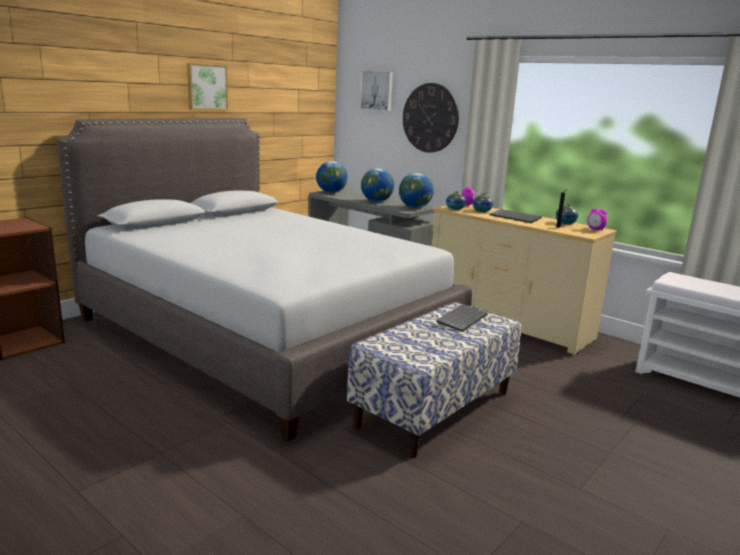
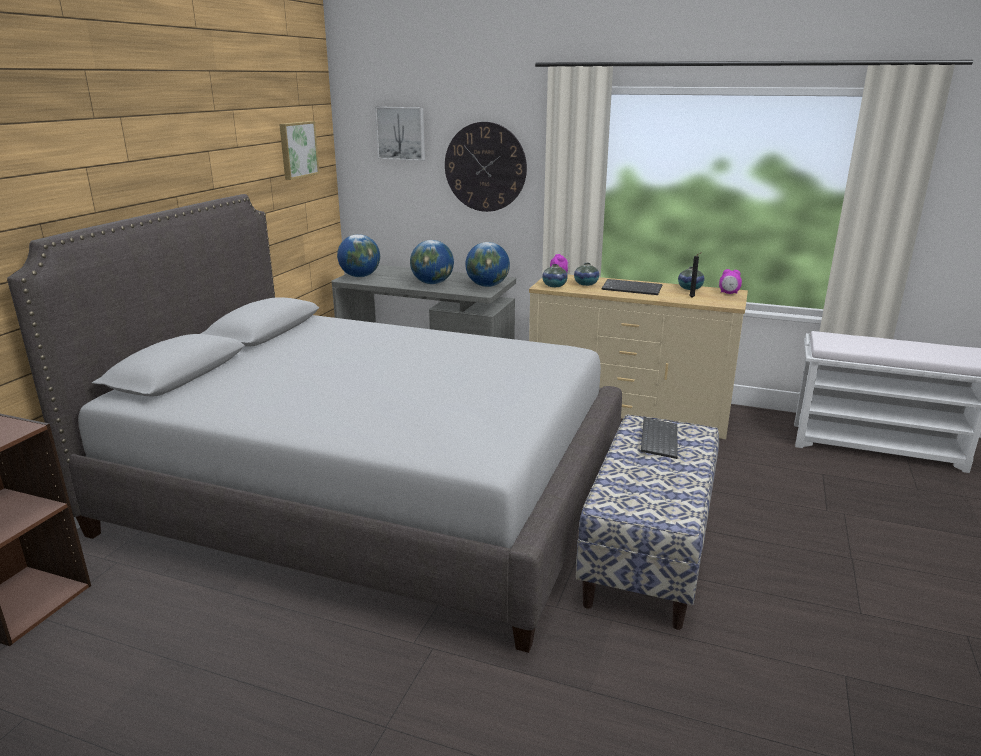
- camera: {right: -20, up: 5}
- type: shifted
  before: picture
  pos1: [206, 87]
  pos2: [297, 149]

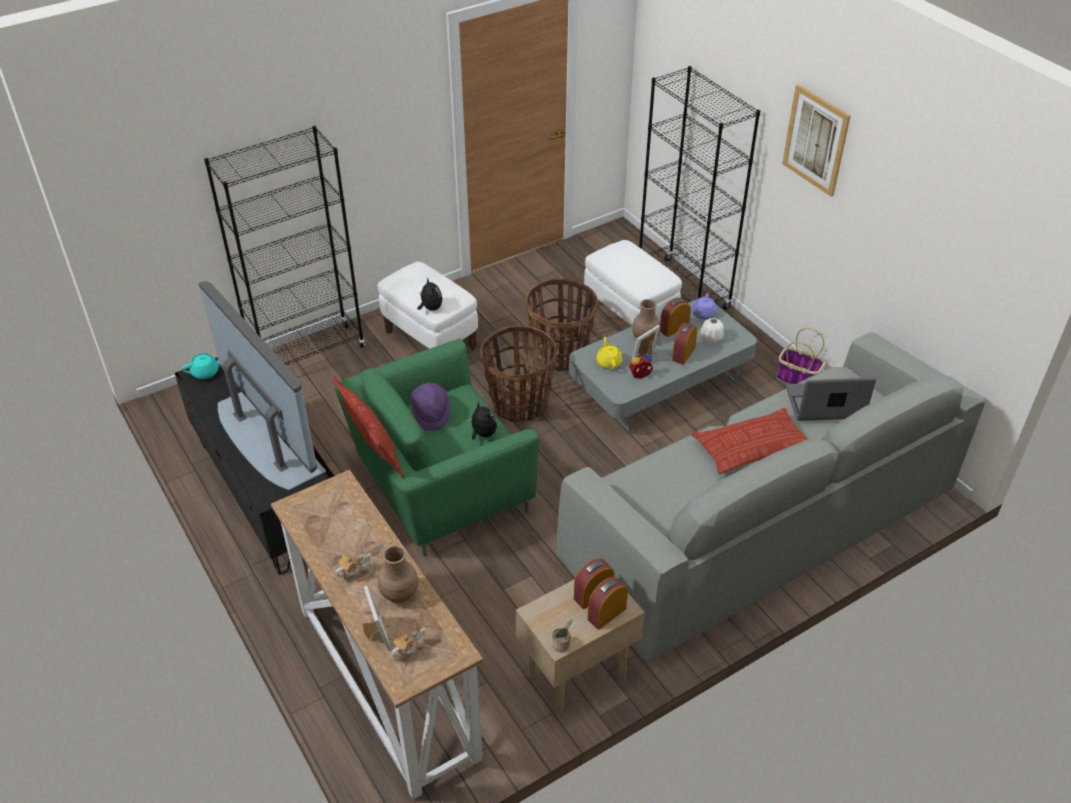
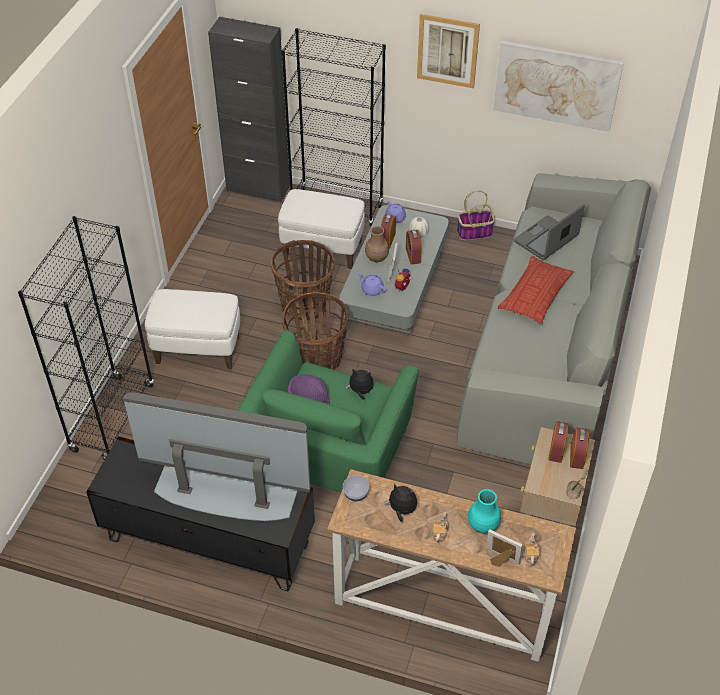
- camera: {right: -40, up: 5}
- type: gone
  before: turquoise pot for tea
  pos1: [206, 372]
- type: gone
  before: cushion
  pos1: [372, 446]
- type: repainted
  before: brown-coloured decorative vase
  after: turquoise decorative vase
  pos1: [399, 593]
  pos2: [482, 525]
- type: shifted
  before: soft toy
  pos1: [430, 308]
  pos2: [401, 510]
- type: repainted
  before: yellowish pot for tea
  after: purple-coloured pot for tea
  pos1: [608, 362]
  pos2: [371, 289]
- type: new
  after: black storage cabinet
  pos2: [258, 188]
- type: new
  after: deep dish
  pos2: [356, 494]
- type: new
  after: picture
  pos2: [556, 85]

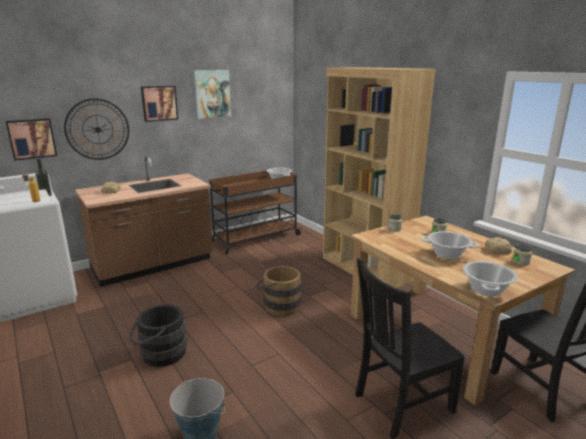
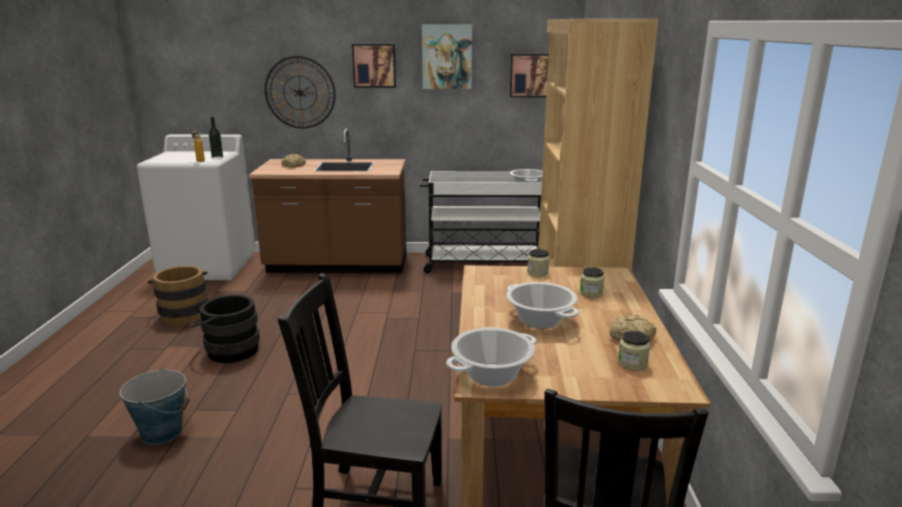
- camera: {right: 35, up: 0}
- type: shifted
  before: picture
  pos1: [31, 138]
  pos2: [531, 75]
- type: repainted
  before: brown-coloured cart
  after: whitish cart
  pos1: [254, 238]
  pos2: [483, 264]
- type: shifted
  before: brown-coloured bucket
  pos1: [279, 305]
  pos2: [184, 313]

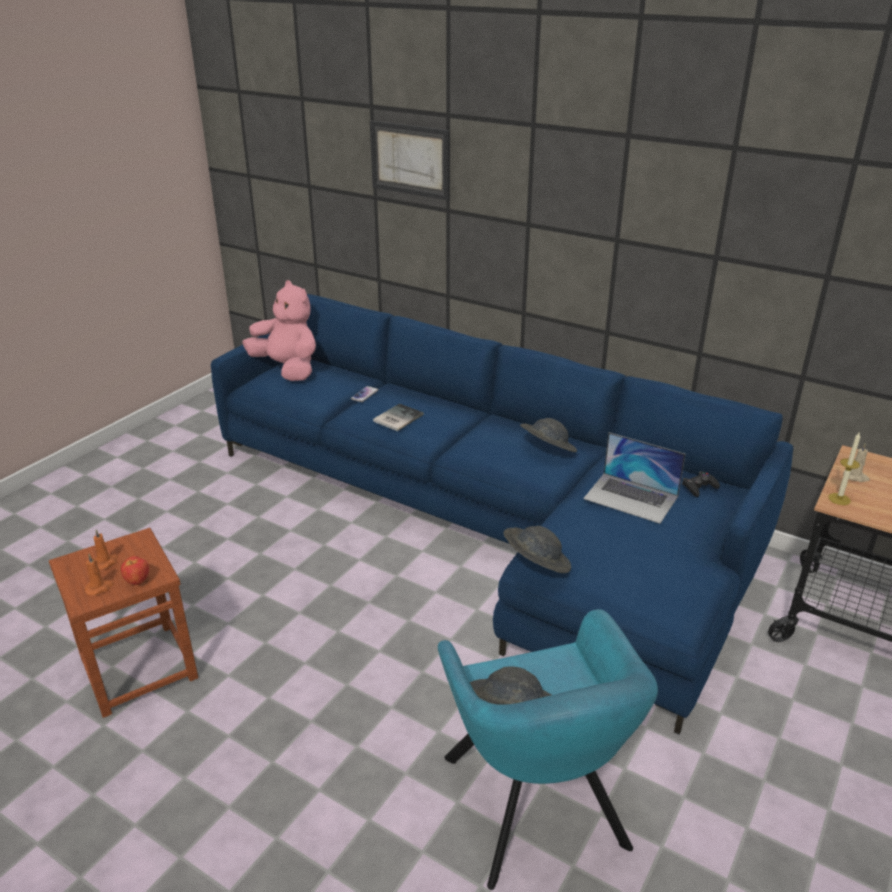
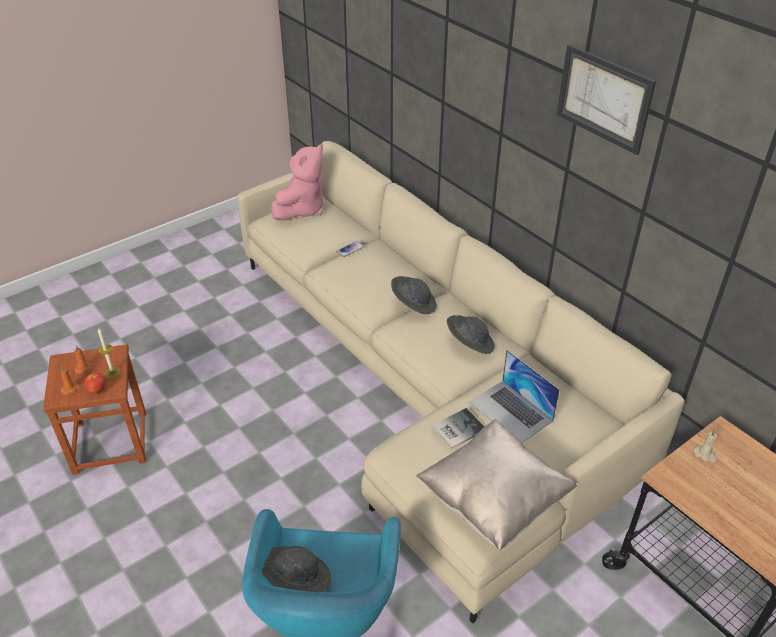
- camera: {right: 20, up: 10}
- type: repainted
  before: bluish couch
  after: sand-coloured couch
  pos1: [489, 522]
  pos2: [426, 384]
- type: rotated
  before: pinkish soft toy
  pos1: [287, 369]
  pos2: [302, 209]
  turn: 60
- type: shifted
  before: picture
  pos1: [410, 159]
  pos2: [604, 98]
- type: shifted
  before: volume
  pos1: [396, 418]
  pos2: [456, 428]
- type: shifted
  before: greyish clothing hat
  pos1: [535, 564]
  pos2: [413, 304]
- type: gone
  before: black game controller
  pos1: [699, 487]
- type: shifted
  before: wax light
  pos1: [839, 499]
  pos2: [112, 372]
- type: new
  after: sand-coloured cushion
  pos2: [493, 501]

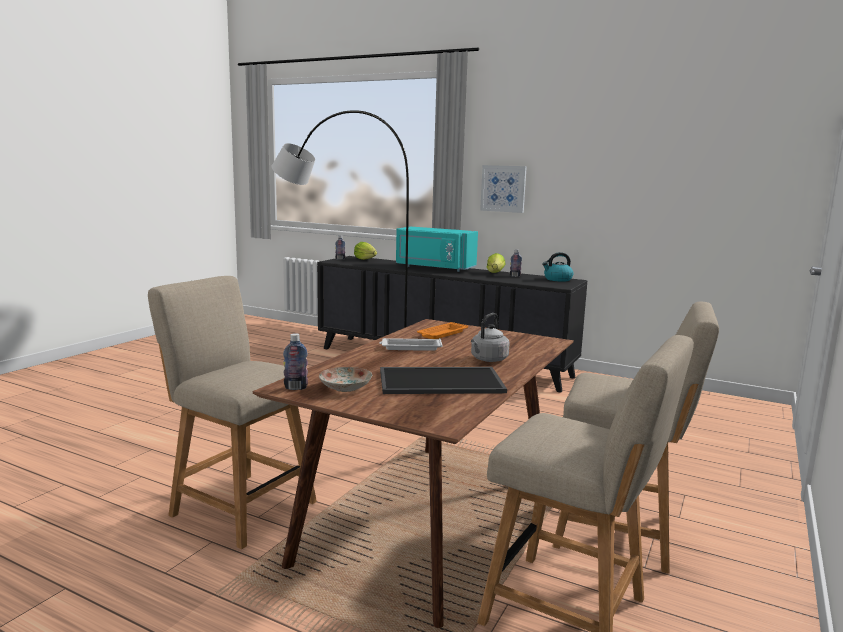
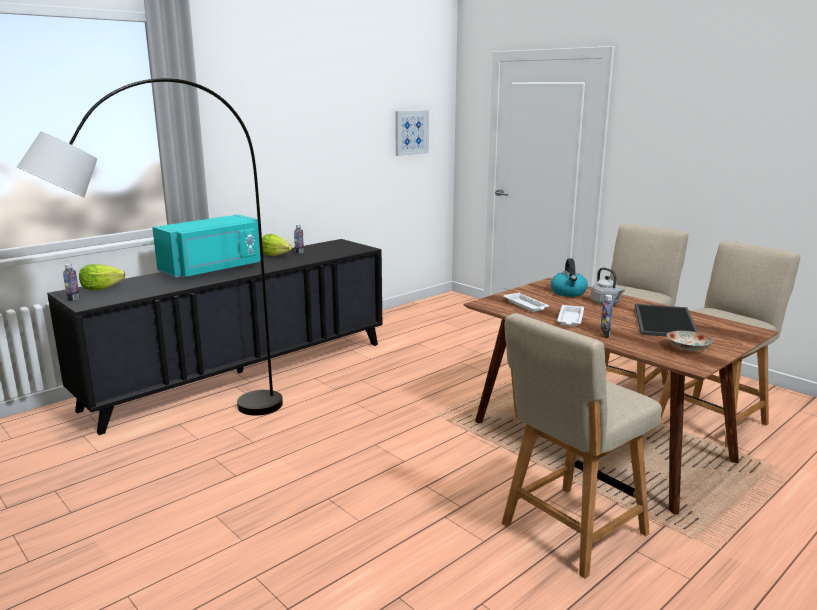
- camera: {right: -70, up: 5}
- type: shifted
  before: bottle
  pos1: [296, 388]
  pos2: [604, 335]
- type: repainted
  before: orangey carrying tray
  after: whitish carrying tray
  pos1: [441, 334]
  pos2: [526, 305]
- type: shifted
  before: picture
  pos1: [503, 188]
  pos2: [411, 132]
- type: shifted
  before: kettle
  pos1: [557, 279]
  pos2: [568, 292]

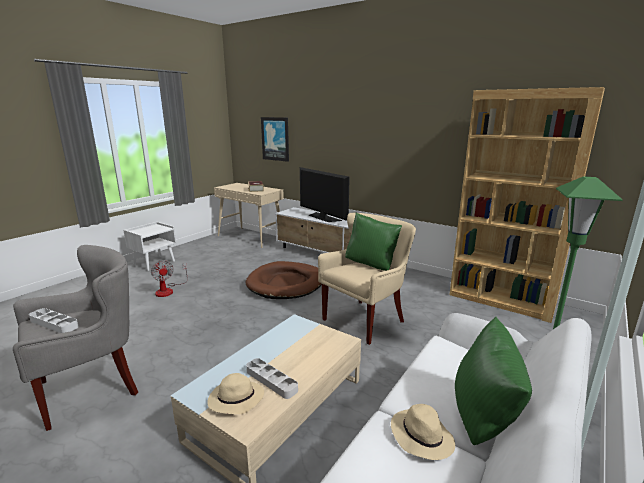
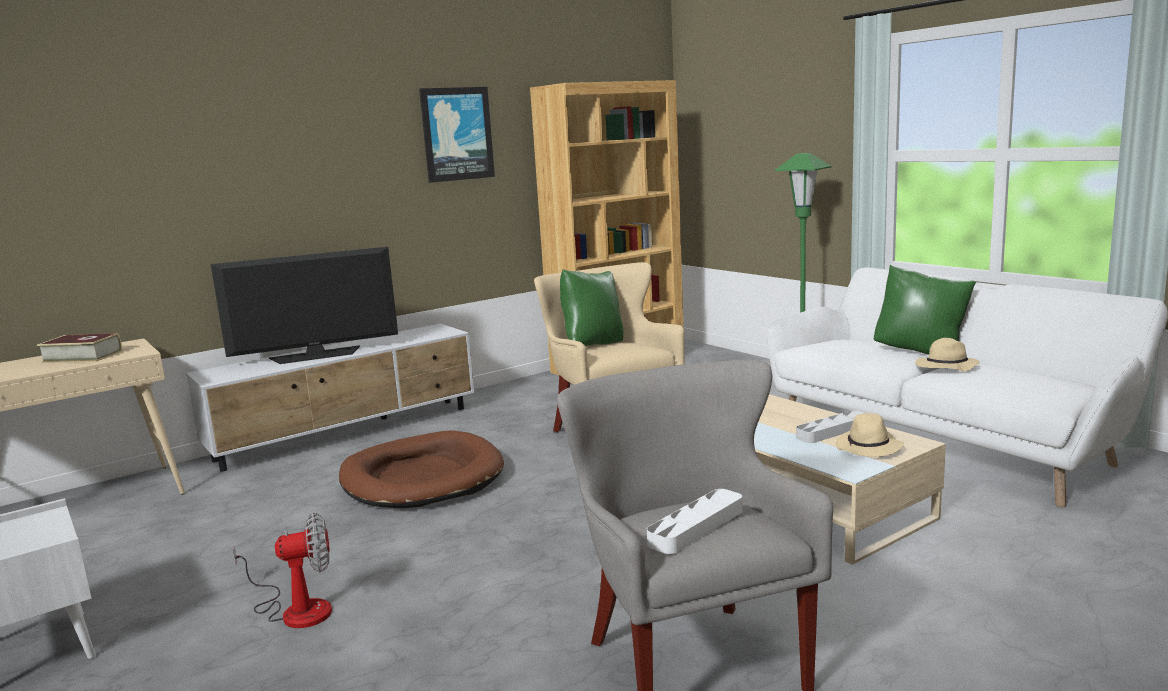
- camera: {right: -70, up: -5}
- type: shifted
  before: picture
  pos1: [275, 139]
  pos2: [457, 134]

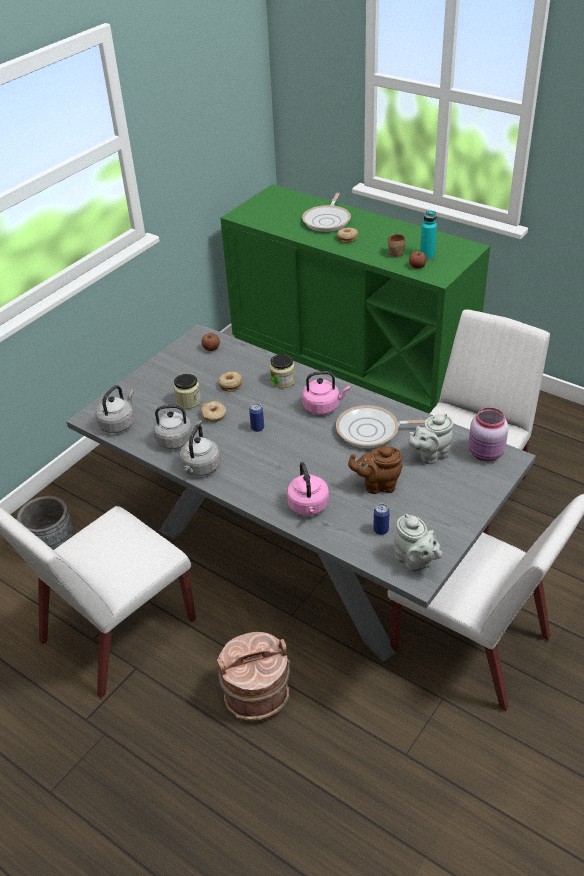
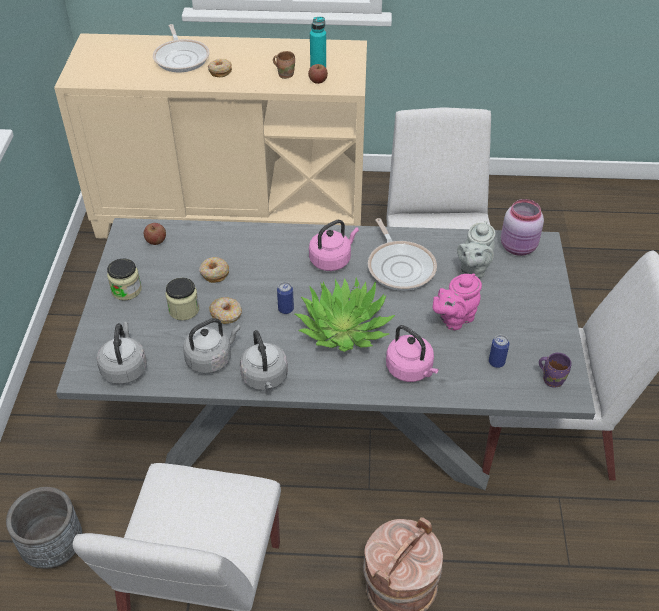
- camera: {right: -35, up: 5}
- type: repainted
  before: green storage cabinet
  after: sand-coloured storage cabinet
  pos1: [351, 368]
  pos2: [232, 212]
- type: shifted
  before: storage jar
  pos1: [283, 381]
  pos2: [126, 290]
- type: rotated
  before: frying pan
  pos1: [371, 431]
  pos2: [400, 266]
  turn: -75
- type: repainted
  before: brown-coloured pot for tea
  after: pinkish pot for tea
  pos1: [377, 485]
  pos2: [454, 319]
- type: swapped
  before: greyish pot for tea
  after: purple-coloured mug
  pos1: [415, 561]
  pos2: [552, 379]
- type: new
  after: plant in a pot
  pos2: [344, 328]

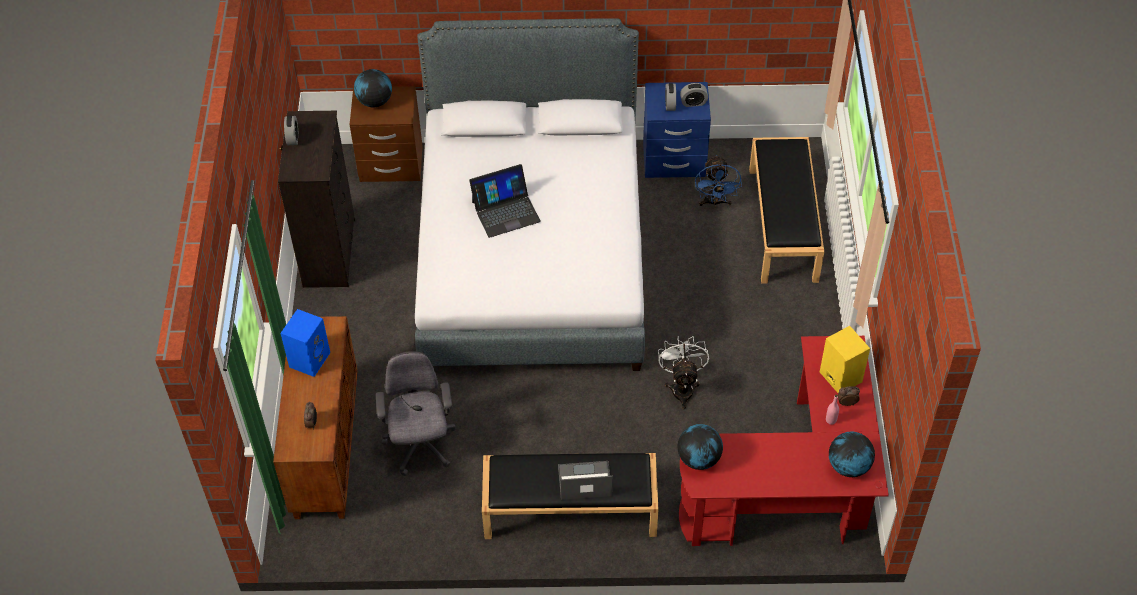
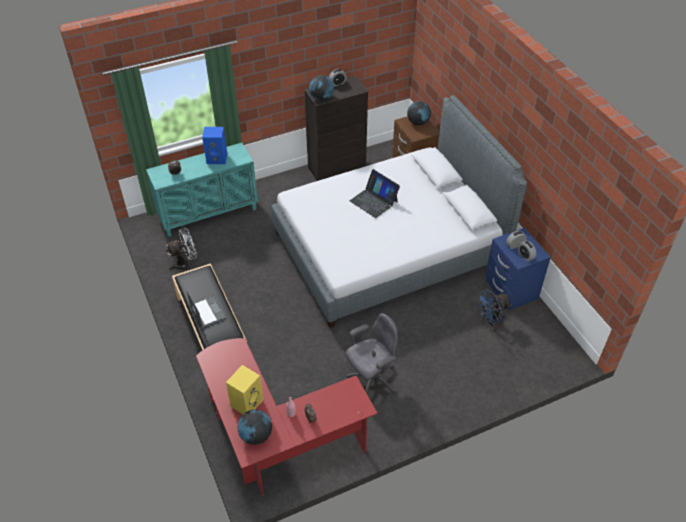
- camera: {right: 65, up: -5}
- type: repainted
  before: brown-coloured storage cabinet
  after: turquoise storage cabinet
  pos1: [325, 448]
  pos2: [209, 213]
- type: shifted
  before: greyish desk chair
  pos1: [420, 446]
  pos2: [371, 380]
- type: shifted
  before: whitish cooling fan
  pos1: [682, 387]
  pos2: [185, 263]
- type: shifted
  before: globe
  pos1: [699, 459]
  pos2: [322, 98]
- type: gone
  before: black long seat
  pos1: [783, 225]
- type: shifted
  before: yellowish audio speaker
  pos1: [839, 376]
  pos2: [247, 402]

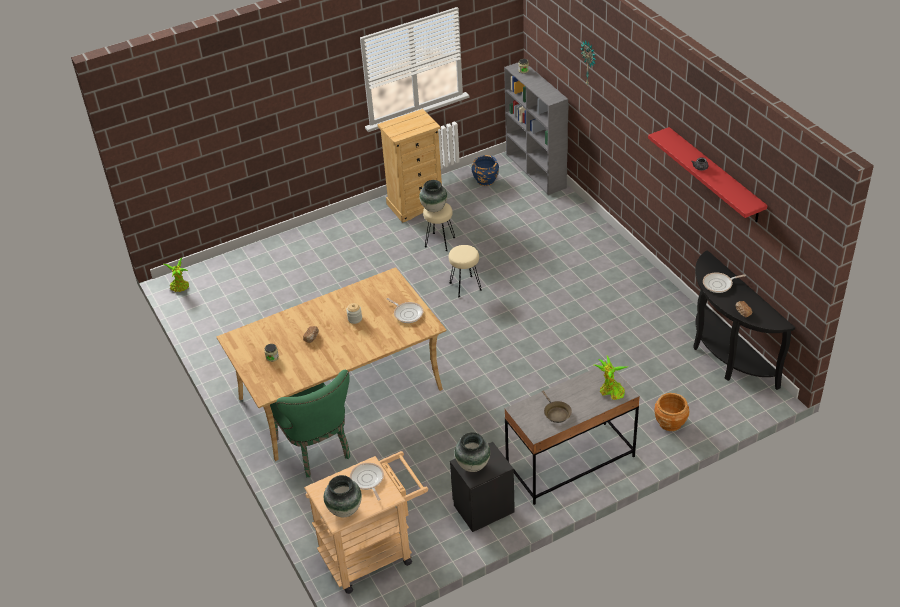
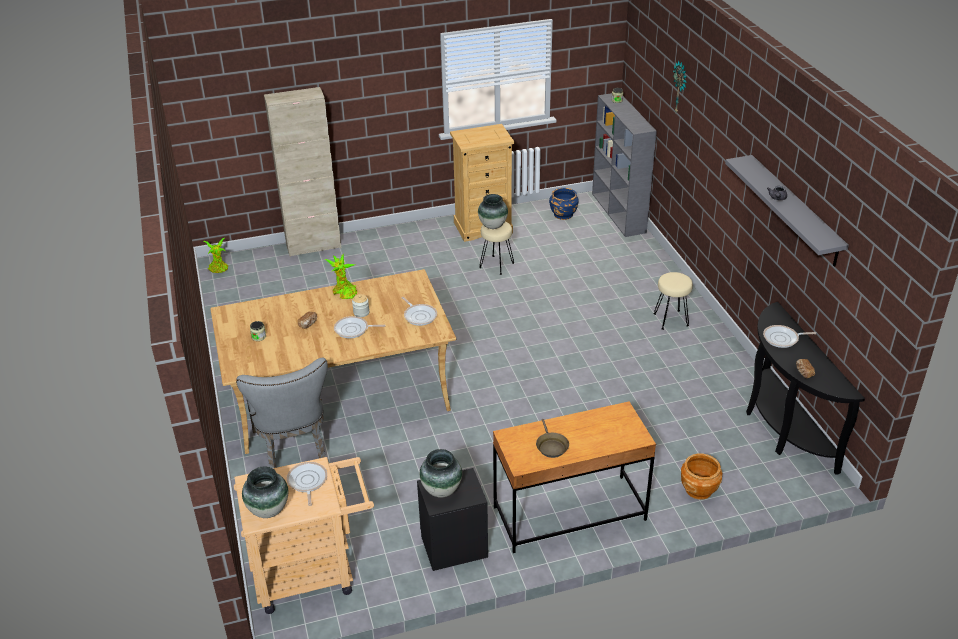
- camera: {right: 10, up: -5}
- type: repainted
  before: green upright chair
  after: greyish upright chair
  pos1: [317, 450]
  pos2: [293, 450]
- type: shifted
  before: sand-coloured stool seat
  pos1: [465, 287]
  pos2: [670, 320]
- type: repainted
  before: greyish desk unit
  after: brown-coloured desk unit
  pos1: [570, 463]
  pos2: [569, 513]
- type: shifted
  before: plant in a pot
  pos1: [610, 391]
  pos2: [344, 292]
- type: repainted
  before: red-coloured bracket shelf
  after: greyish bracket shelf
  pos1: [715, 175]
  pos2: [794, 210]
- type: new
  after: sand-coloured storage cabinet
  pos2: [313, 246]
- type: new
  after: frying pan
  pos2: [353, 330]

